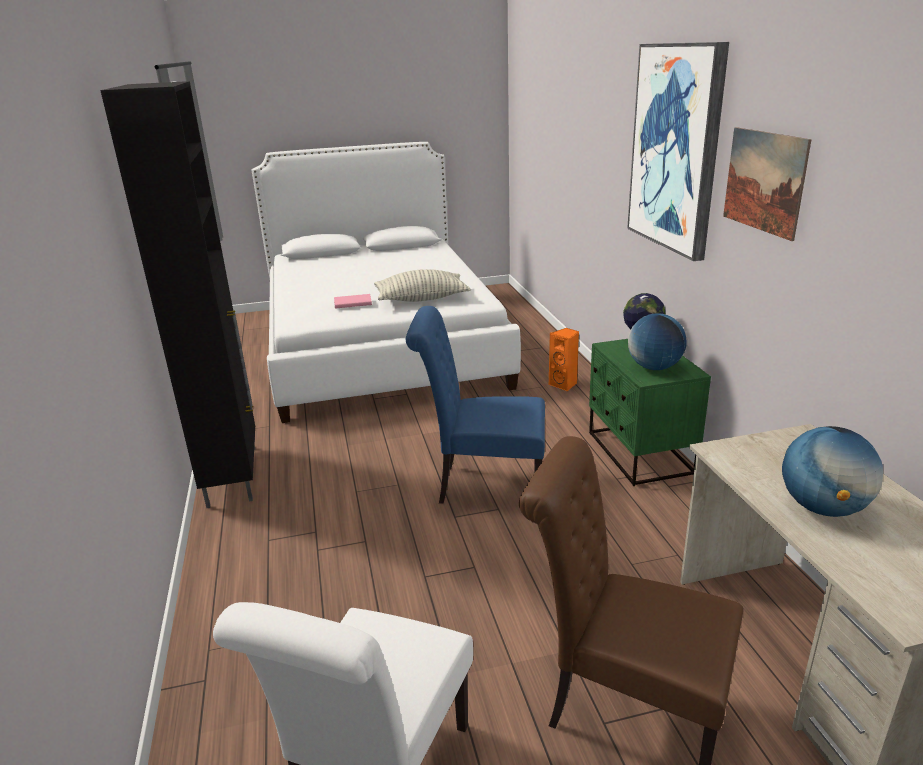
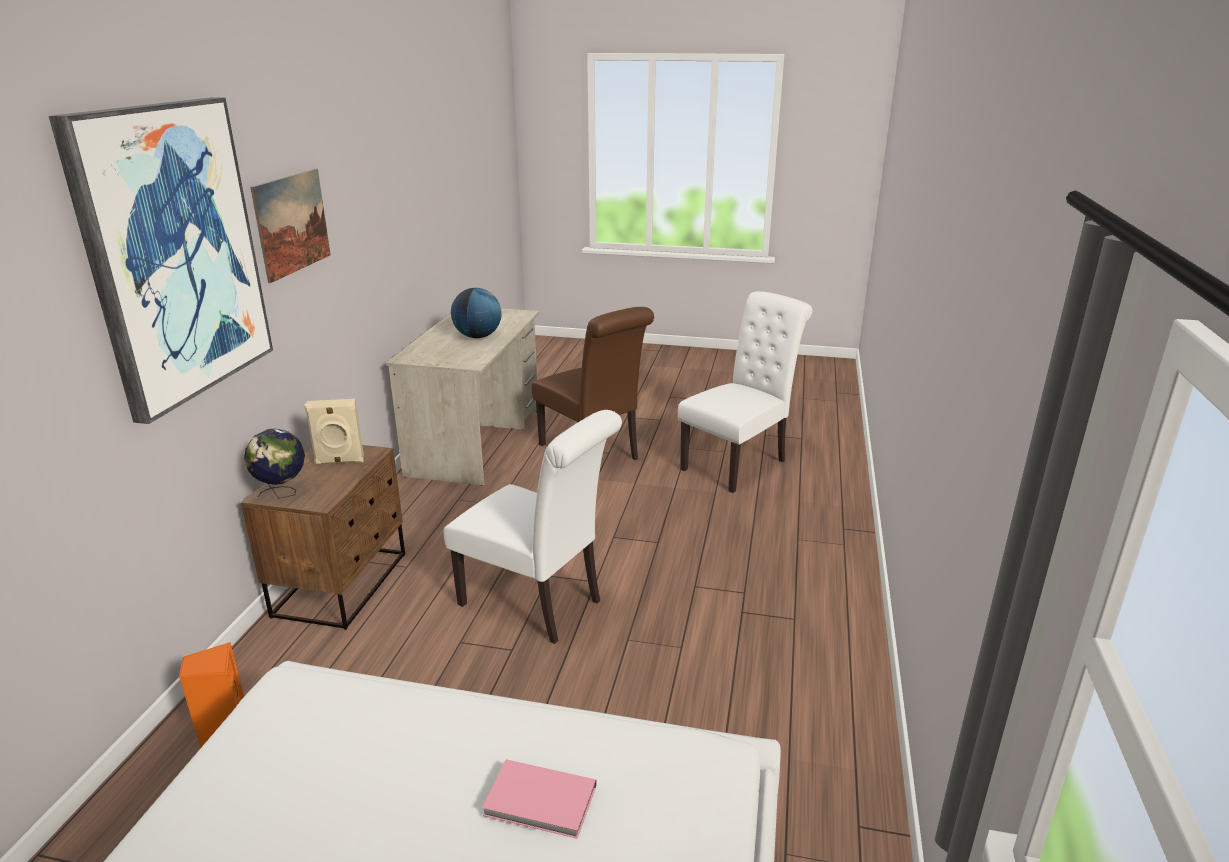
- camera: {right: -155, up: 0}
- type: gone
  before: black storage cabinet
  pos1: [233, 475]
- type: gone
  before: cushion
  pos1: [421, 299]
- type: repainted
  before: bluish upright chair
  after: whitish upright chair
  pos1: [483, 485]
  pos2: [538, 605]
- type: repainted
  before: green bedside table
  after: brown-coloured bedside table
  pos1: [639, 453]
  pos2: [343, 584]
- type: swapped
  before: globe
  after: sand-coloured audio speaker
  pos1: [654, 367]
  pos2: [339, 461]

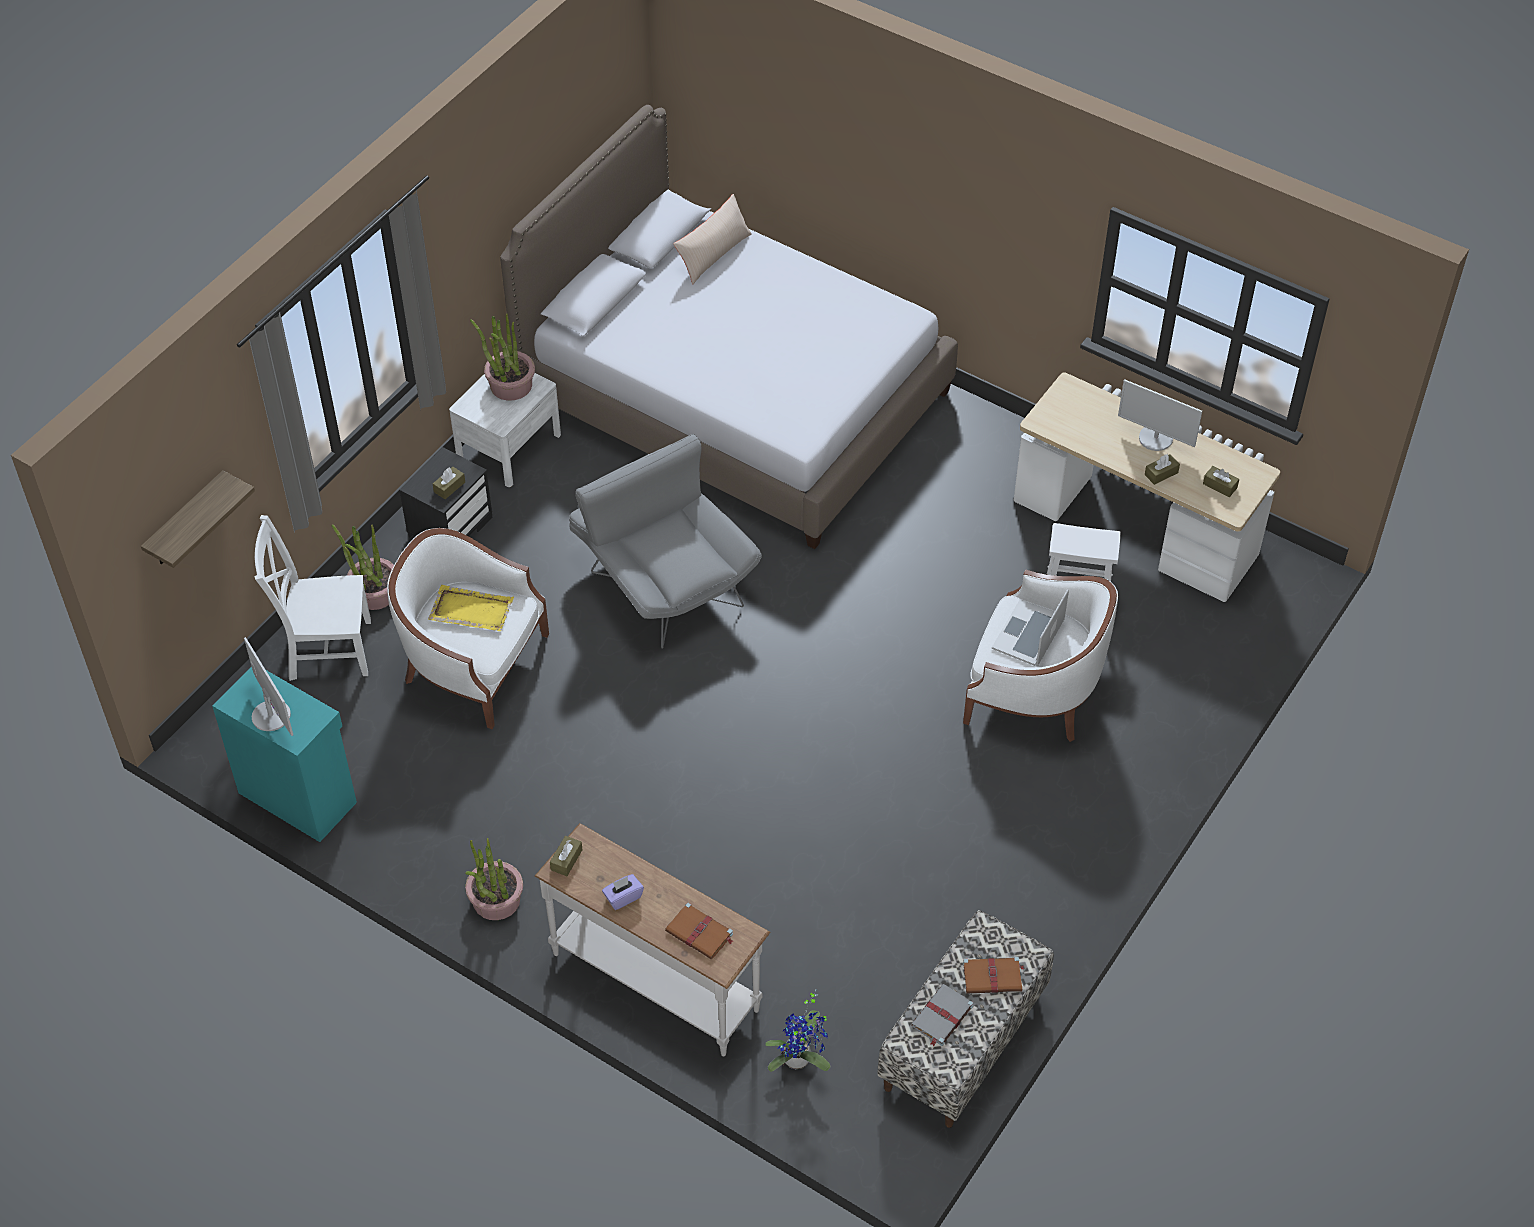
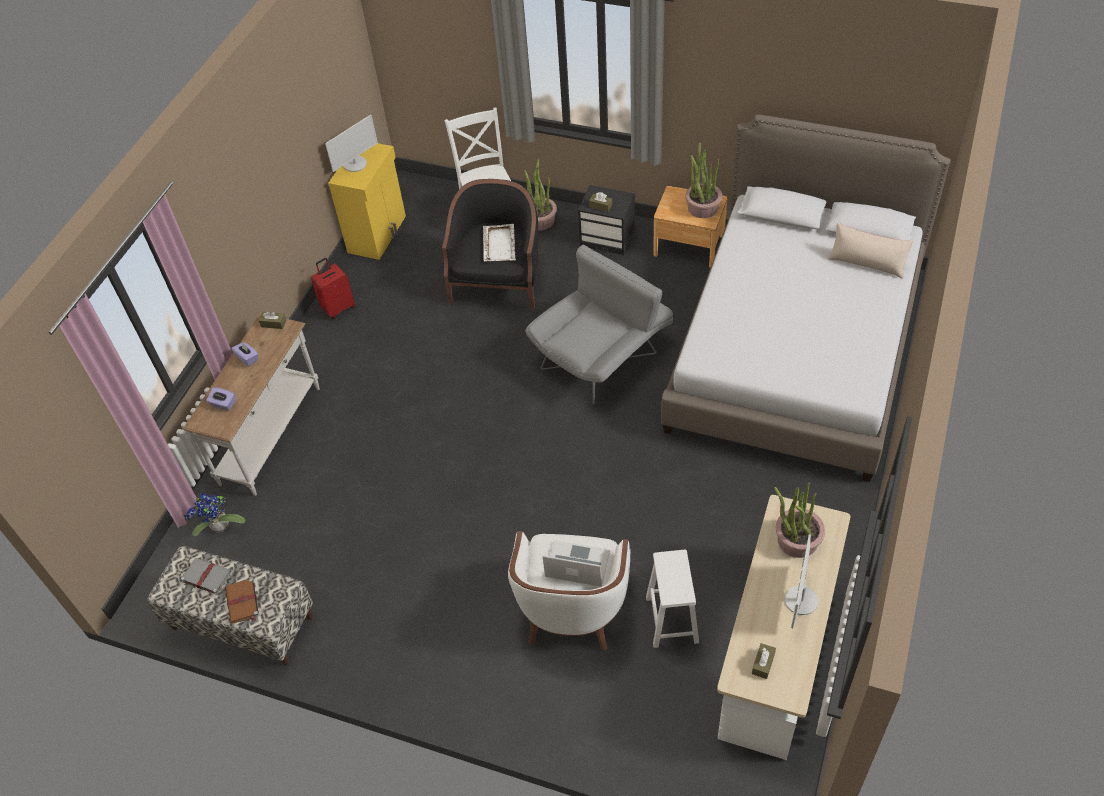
- camera: {right: 80, up: 0}
- type: gone
  before: bracket shelf
  pos1: [186, 521]
- type: repainted
  before: turquoise storage cabinet
  after: yellowish storage cabinet
  pos1: [298, 796]
  pos2: [378, 234]
- type: repainted
  before: whitish armchair
  after: black armchair
  pos1: [473, 665]
  pos2: [498, 280]
- type: repainted
  before: yellowish carrying tray
  after: whitish carrying tray
  pos1: [470, 610]
  pos2: [499, 244]
- type: repainted
  before: whitish bedside table
  after: brown-coloured bedside table
  pos1: [509, 447]
  pos2: [689, 245]
- type: shifted
  before: plant in a pot
  pos1: [496, 900]
  pos2: [797, 540]
- type: swapped
  before: brown-coloured volume
  after: purple-coloured tissue box
  pos1: [700, 933]
  pos2: [223, 404]
- type: gone
  before: brown-coloured tissue box
  pos1: [1161, 473]
- type: new
  after: red-coloured travel case
  pos2: [338, 308]

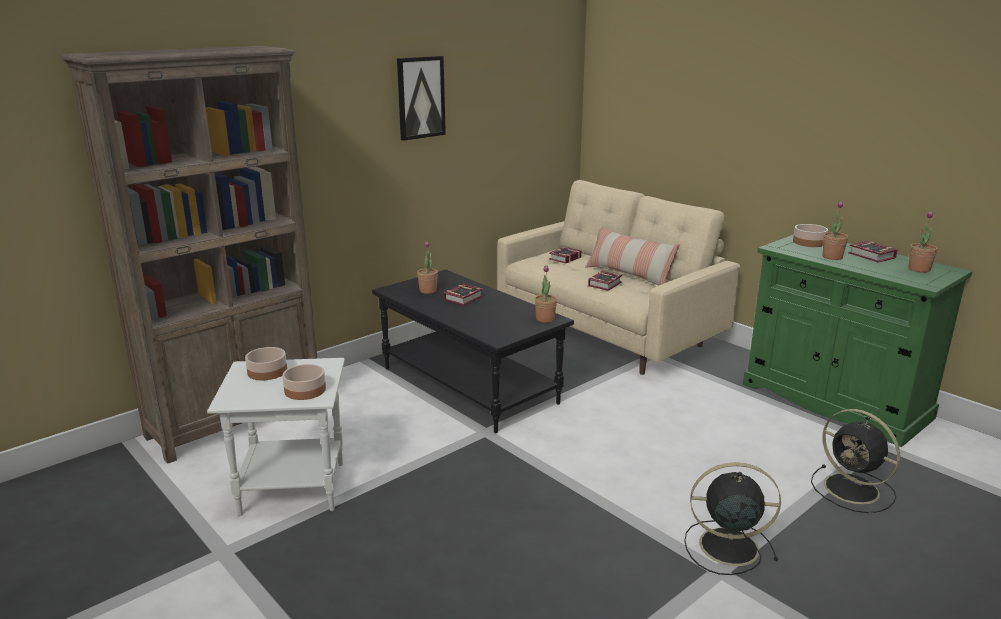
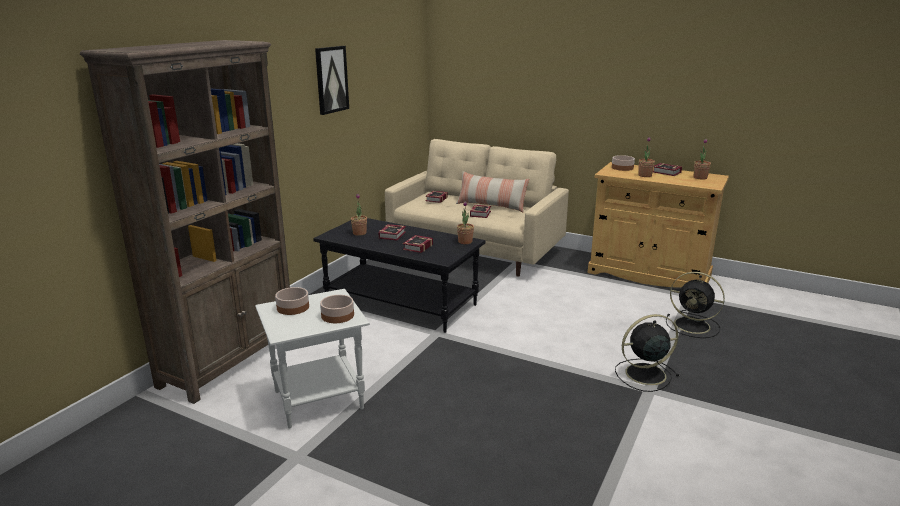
- camera: {right: -20, up: 0}
- type: repainted
  before: green storage cabinet
  after: sand-coloured storage cabinet
  pos1: [834, 401]
  pos2: [648, 274]
- type: new
  after: volume
  pos2: [416, 247]

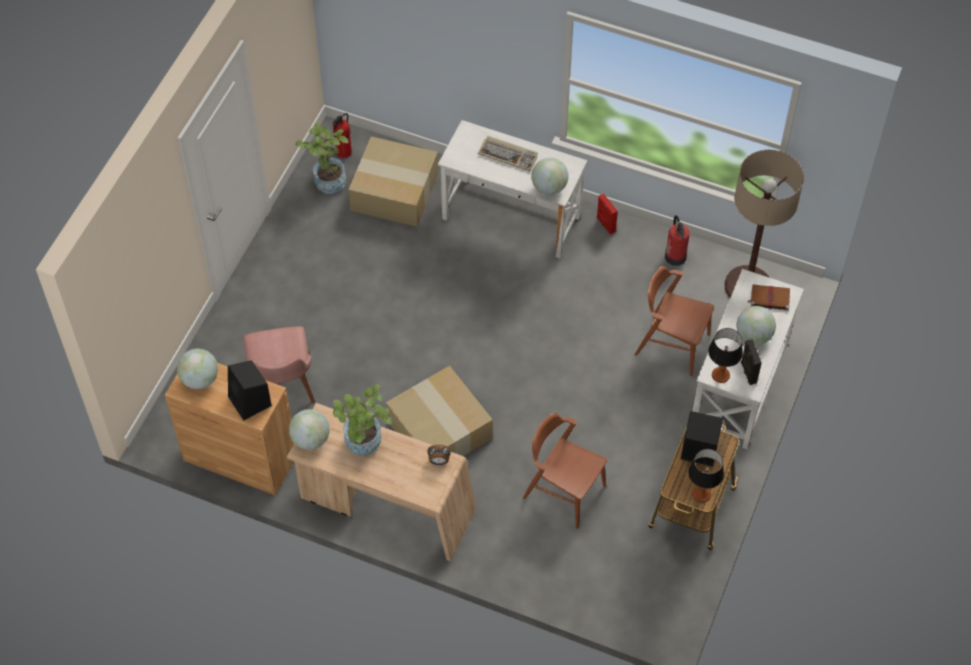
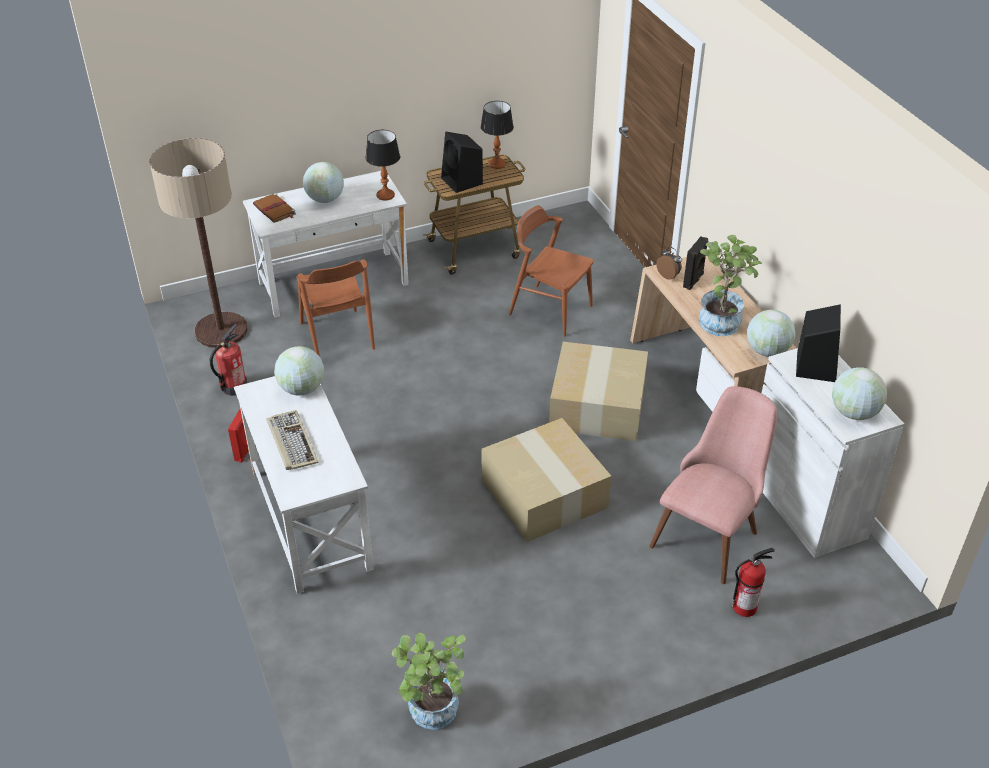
- camera: {right: -135, up: -15}
- type: repainted
  before: brown-coloured storage cabinet
  after: whitish storage cabinet
  pos1: [240, 457]
  pos2: [805, 504]
- type: shifted
  before: fire-fighting cylinder
  pos1: [343, 152]
  pos2: [745, 606]
- type: shifted
  before: packing box
  pos1: [393, 192]
  pos2: [546, 494]
- type: rotated
  before: brown-coloured upright chair
  pos1: [563, 491]
  pos2: [550, 310]
  turn: 135
- type: shifted
  before: black audio speaker
  pos1: [747, 372]
  pos2: [694, 281]

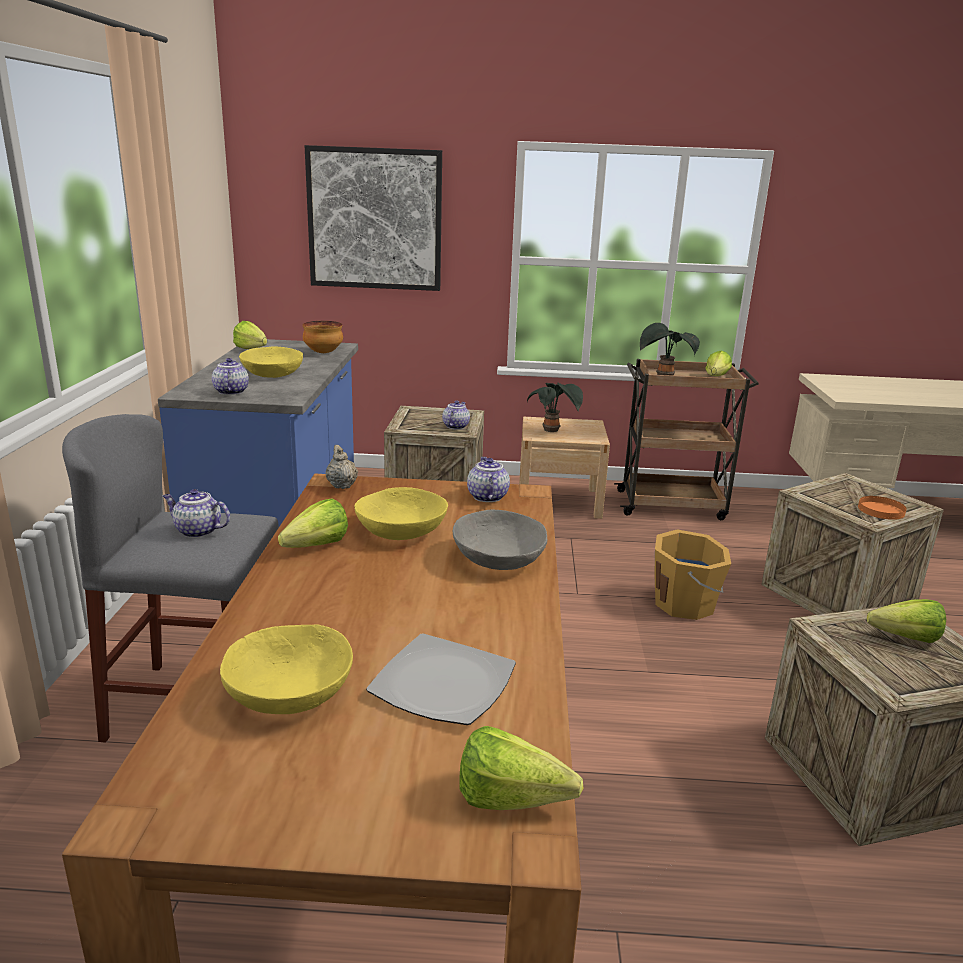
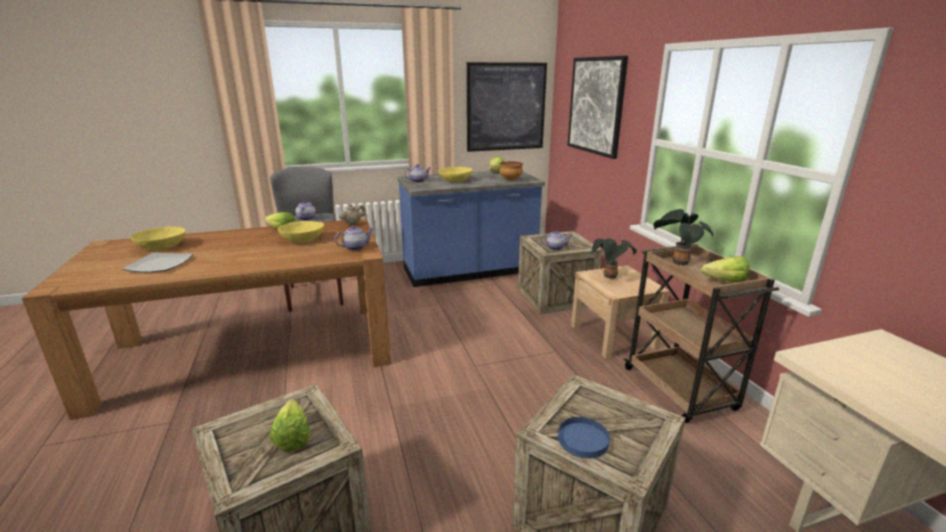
- camera: {right: 70, up: 0}
- type: gone
  before: greyish deep dish
  pos1: [498, 559]
- type: gone
  before: head of lettuce
  pos1: [519, 804]
- type: gone
  before: orangey bucket
  pos1: [685, 604]
- type: repainted
  before: orangey dinner plate
  after: bluish dinner plate
  pos1: [881, 510]
  pos2: [582, 439]
- type: new
  after: picture
  pos2: [506, 107]

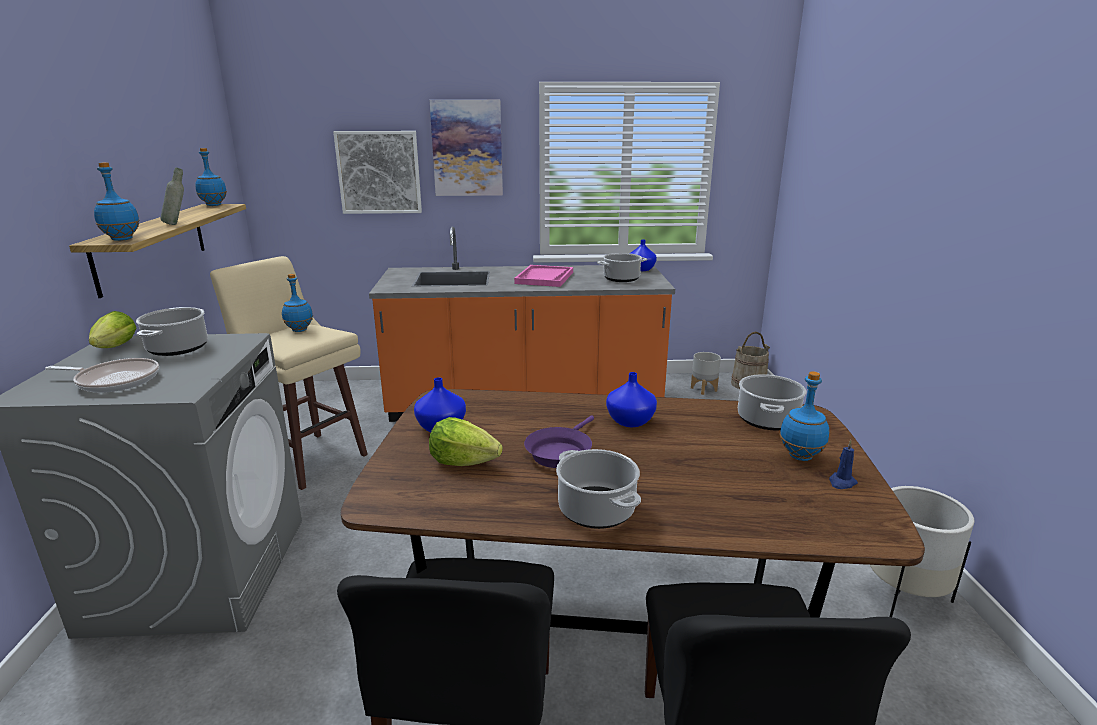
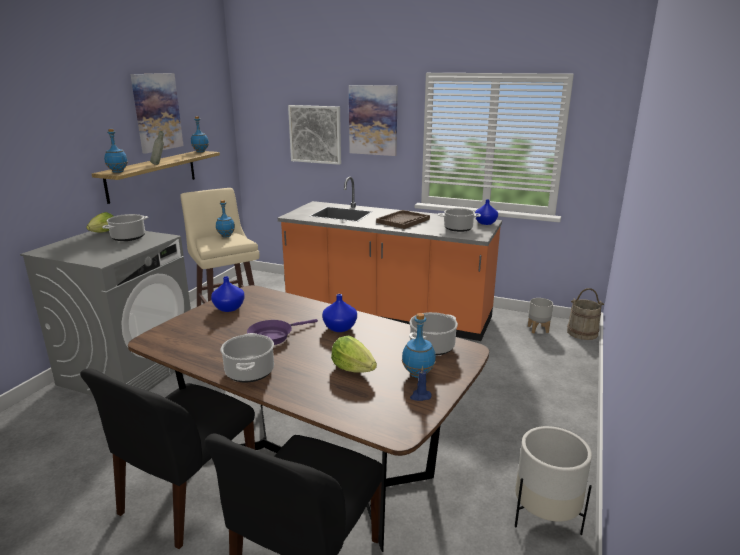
- camera: {right: 25, up: 0}
- type: gone
  before: frying pan
  pos1: [114, 381]
- type: shifted
  before: head of lettuce
  pos1: [463, 462]
  pos2: [353, 369]
- type: repainted
  before: pinkish carrying tray
  after: brown-coloured carrying tray
  pos1: [544, 278]
  pos2: [403, 221]
- type: new
  after: picture
  pos2: [157, 112]

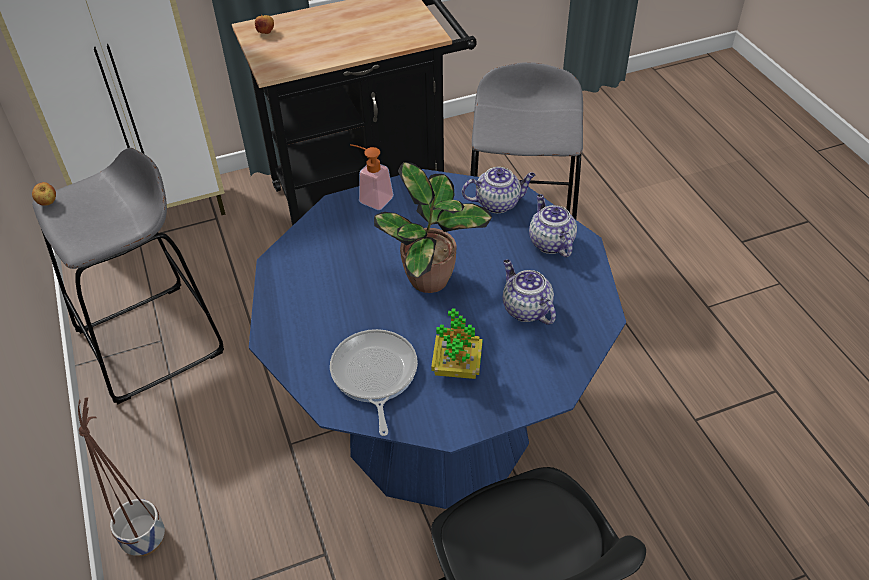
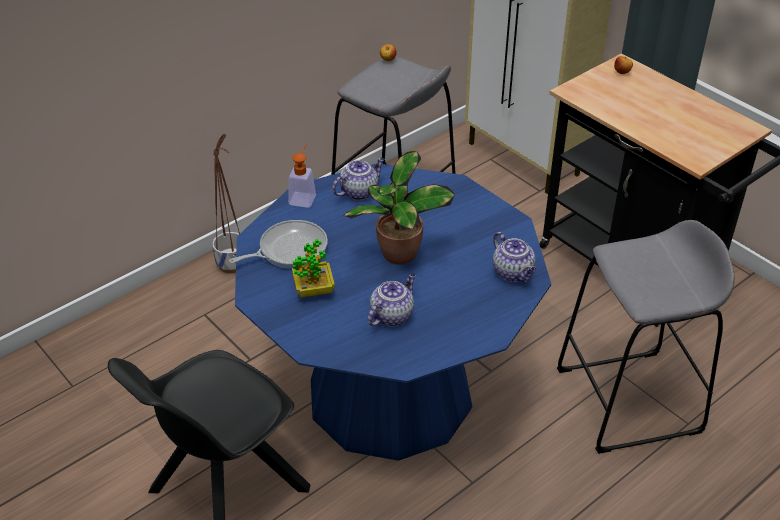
- camera: {right: 70, up: -5}
- type: shifted
  before: soap bottle
  pos1: [371, 198]
  pos2: [304, 197]
- type: shifted
  before: pot for tea
  pos1: [550, 242]
  pos2: [359, 191]

